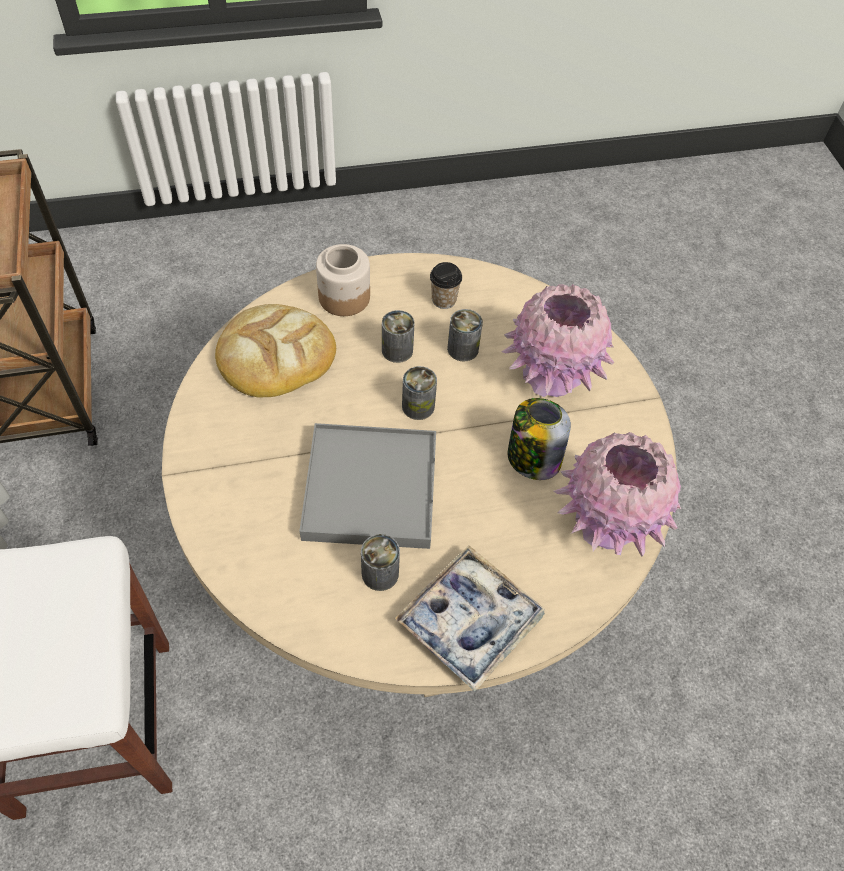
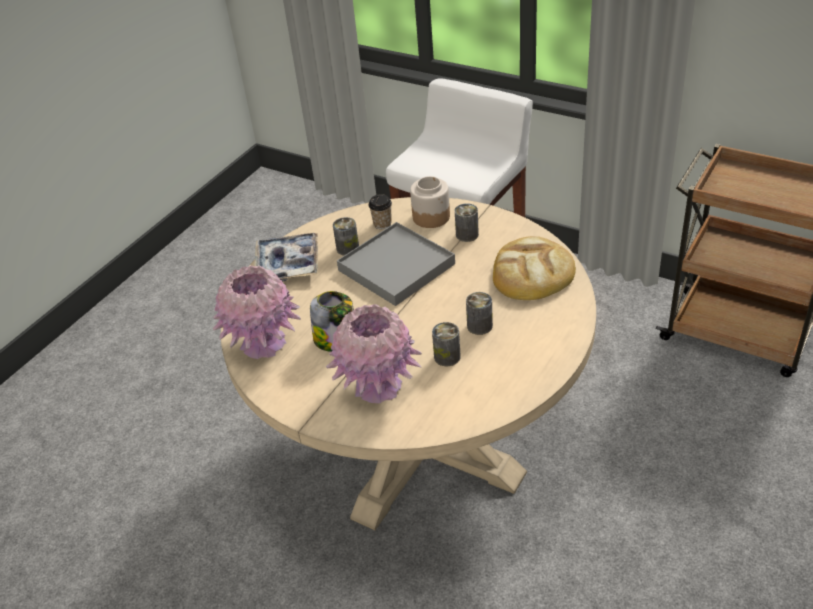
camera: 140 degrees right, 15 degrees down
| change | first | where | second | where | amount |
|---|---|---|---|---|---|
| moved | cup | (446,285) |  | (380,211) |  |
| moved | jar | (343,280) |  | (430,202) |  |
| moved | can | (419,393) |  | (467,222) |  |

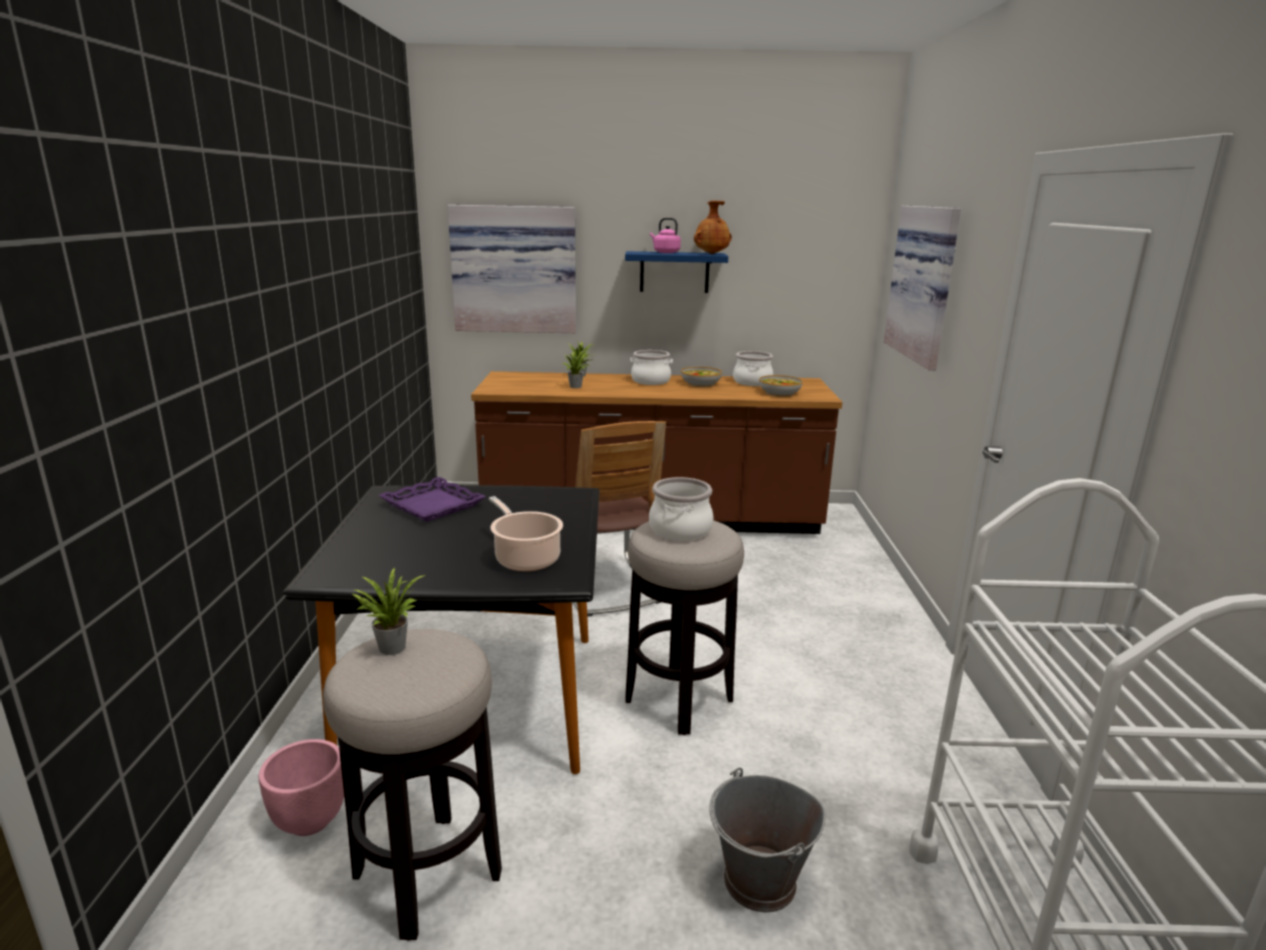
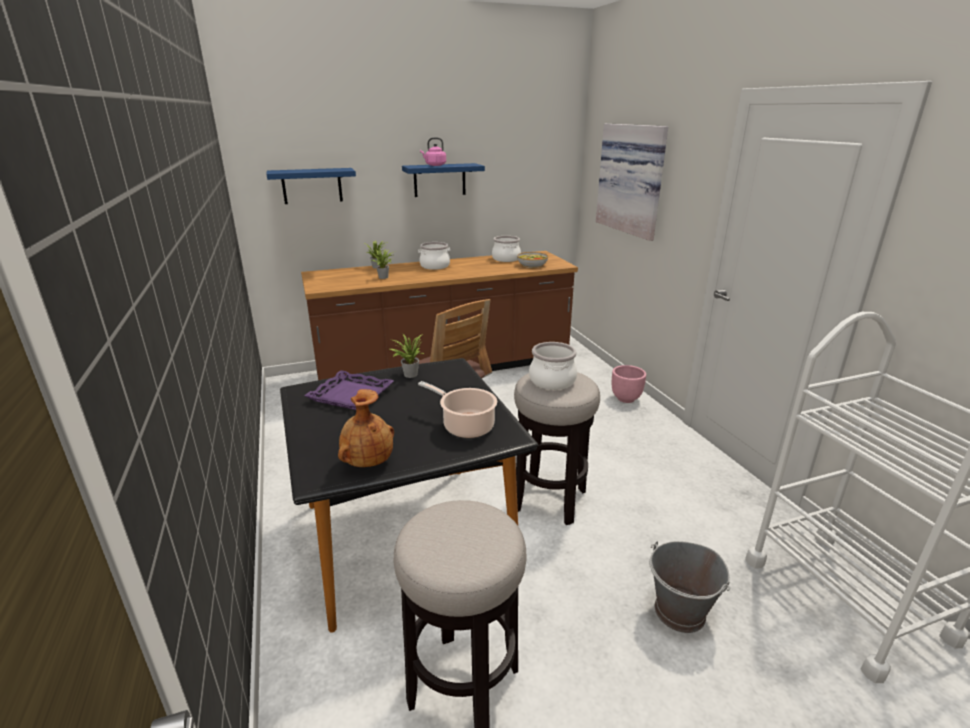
camera: 20 degrees left, 5 degrees up
| change | first | where | second | where | amount |
|---|---|---|---|---|---|
| replaced | picture | (512,269) | blue shelf | (311,186) |  |
| moved | brown vase | (713,227) |  | (366,428) |  |
| moved | potted plant | (388,611) |  | (407,356) |  |
| moved | pink planter | (301,787) |  | (629,384) |  |
| removed | bowl | (701,377) |  |  |  |

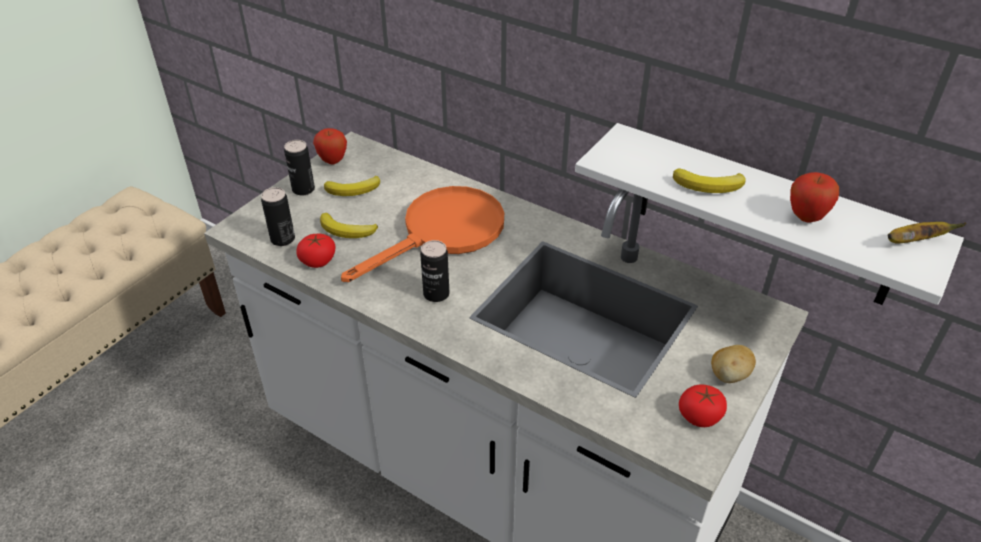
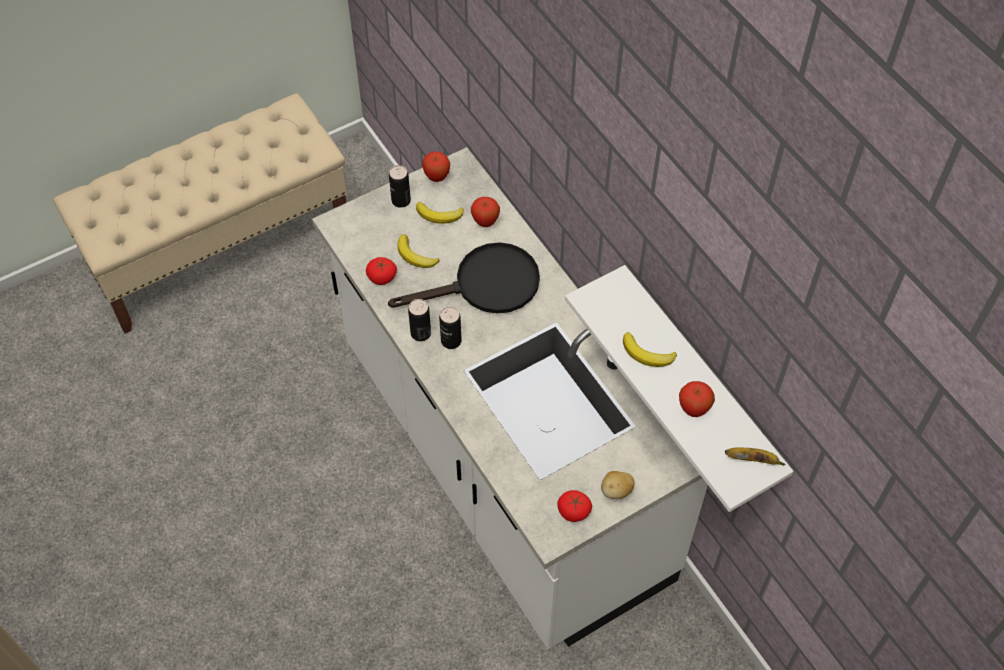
camera: 25 degrees right, 15 degrees up
| change | first | where | second | where | amount |
|---|---|---|---|---|---|
| recoloured | orange frying pan | (422,234) | black frying pan | (464,278) |  |
| moved | can | (278,216) |  | (419,320) |  |
| added |  |  | apple | (485,212) |  |

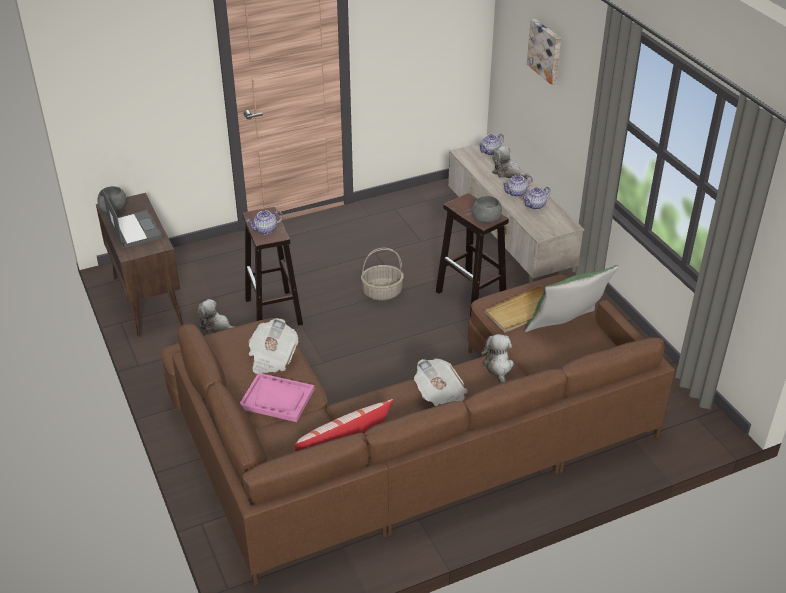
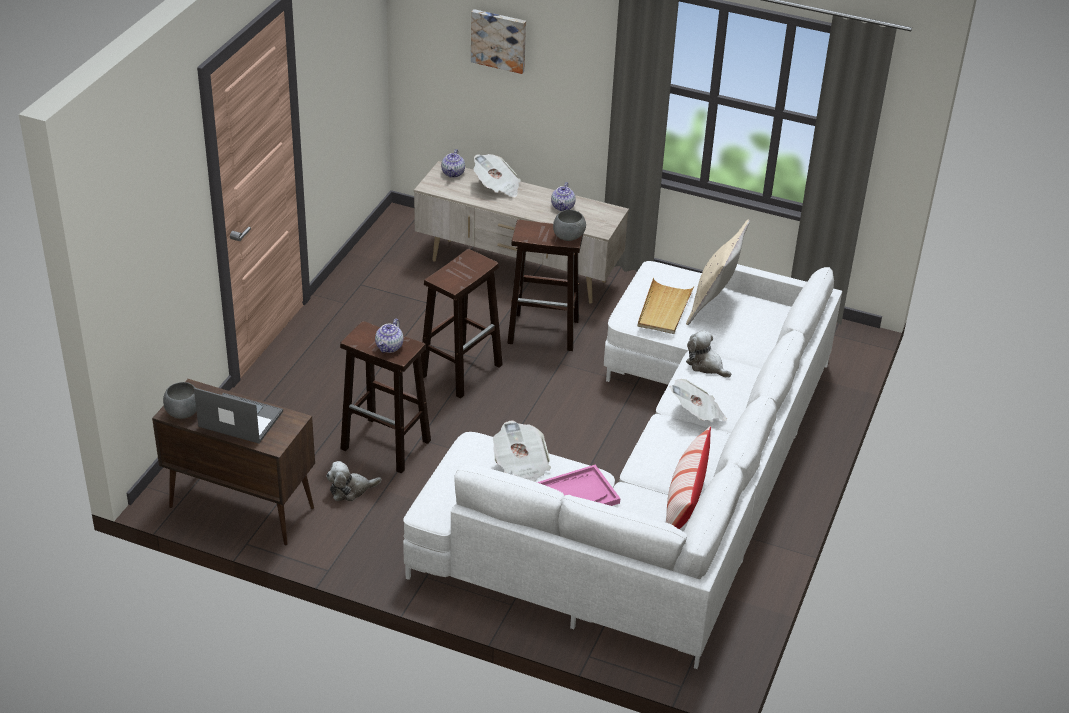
camera: 45 degrees left, 0 degrees up
| change | first | where | second | where | amount |
|---|---|---|---|---|---|
| recoloured | brown sofa | (418,430) | white sofa | (622,465) |  |
| replaced | basket | (382,274) | brown stool | (462,324) |  |
| replaced | plush toy | (510,162) | newspaper | (497,176) |  |
| recoloured | green pillow | (571,298) | beige pillow | (718,272) |  |
| removed | teapot | (517,186) |  |  |  |

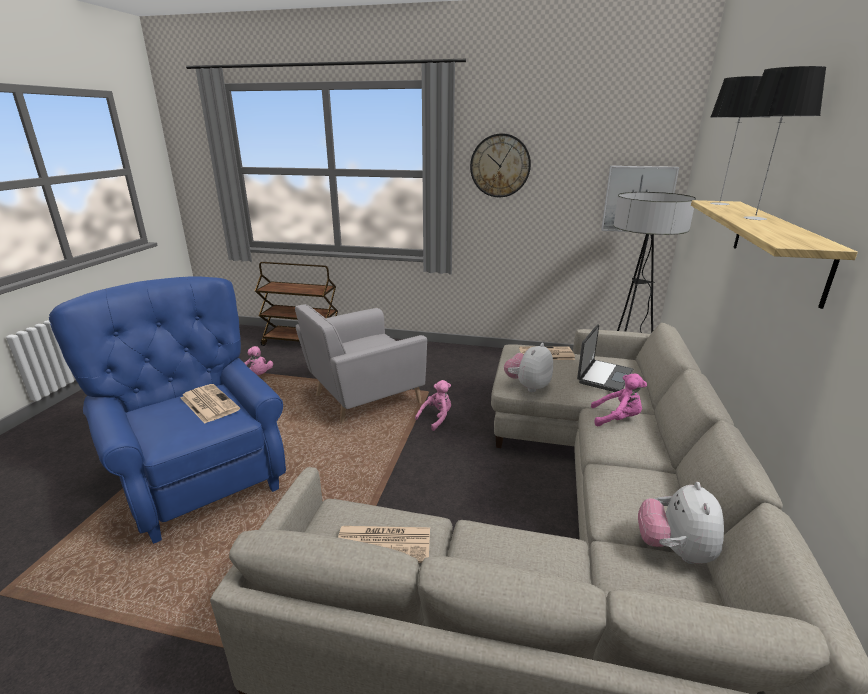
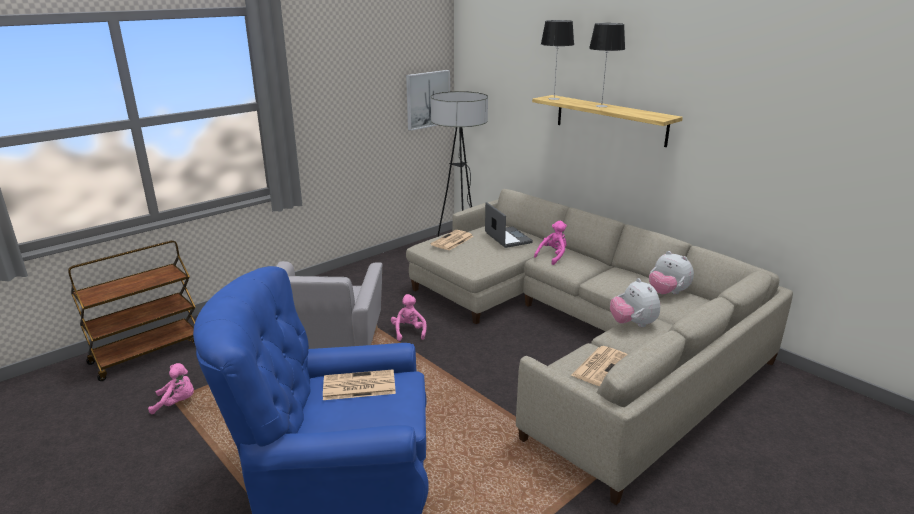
camera: 55 degrees left, 0 degrees up
| change | first | where | second | where | amount |
|---|---|---|---|---|---|
| moved | plush toy | (528,367) |  | (635,302) |  |
| removed | wall clock | (500,165) |  |  |  |

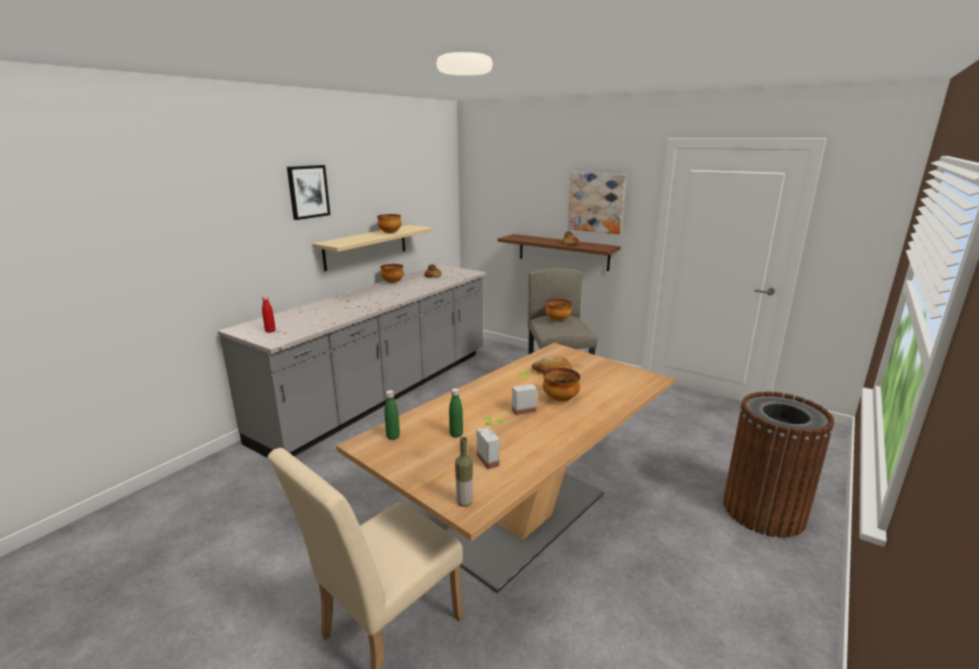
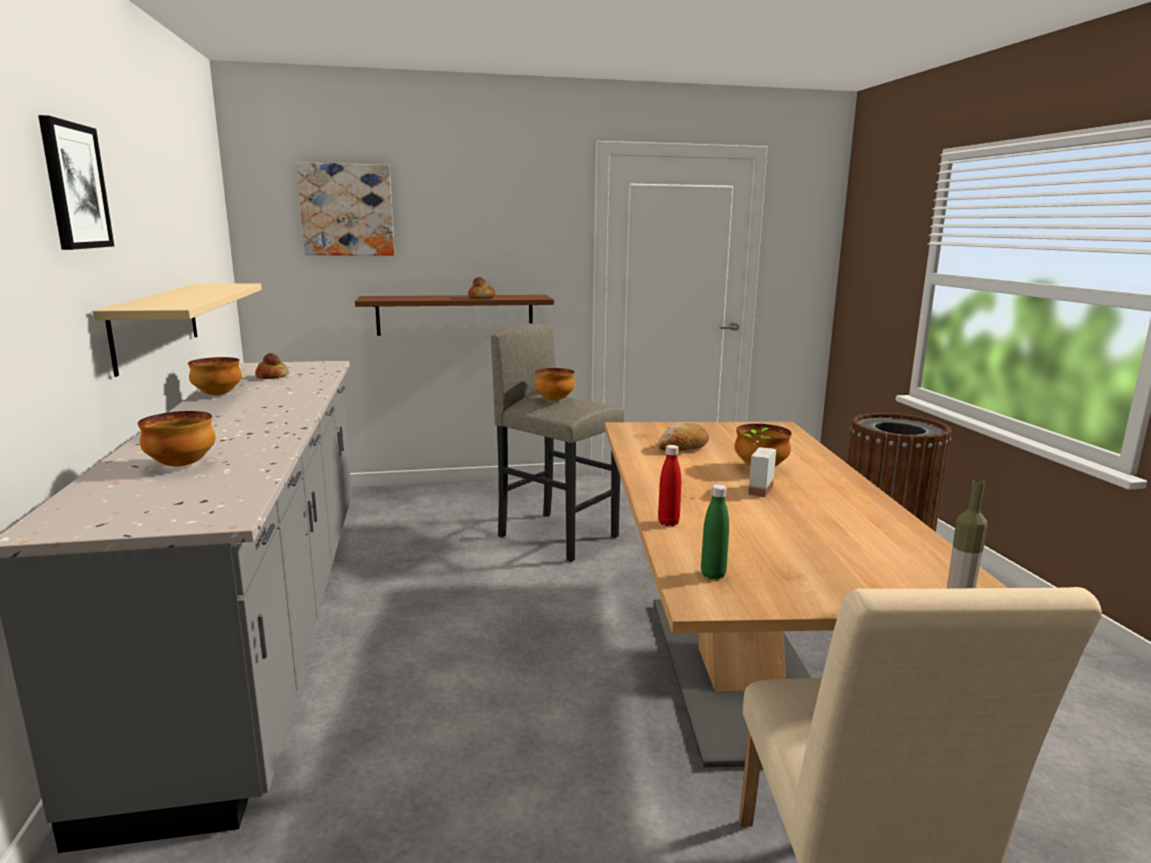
camera: 45 degrees left, 5 degrees down
| change | first | where | second | where | amount |
|---|---|---|---|---|---|
| moved | bowl | (389,223) |  | (177,438) |  |
| moved | picture | (597,203) |  | (346,209) |  |
| moved | red bottle | (268,314) |  | (669,485) |  |
| removed | green bottle | (456,413) |  |  |  |
| removed | potted plant | (490,443) |  |  |  |

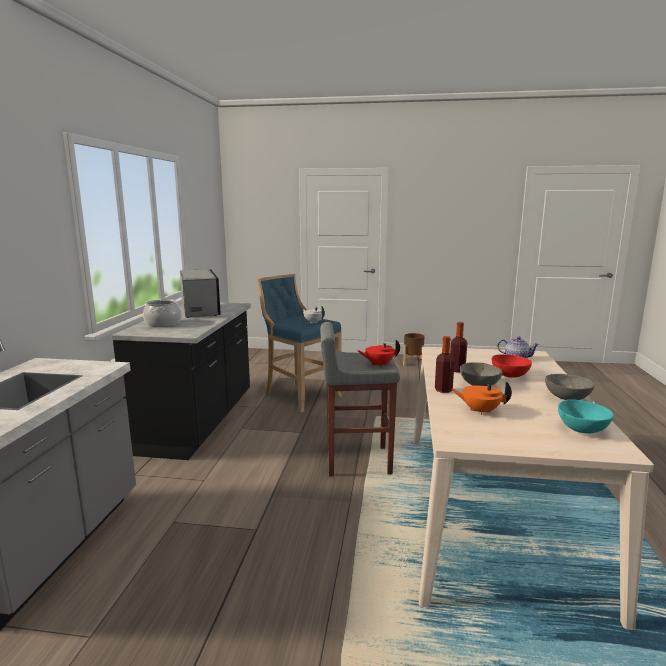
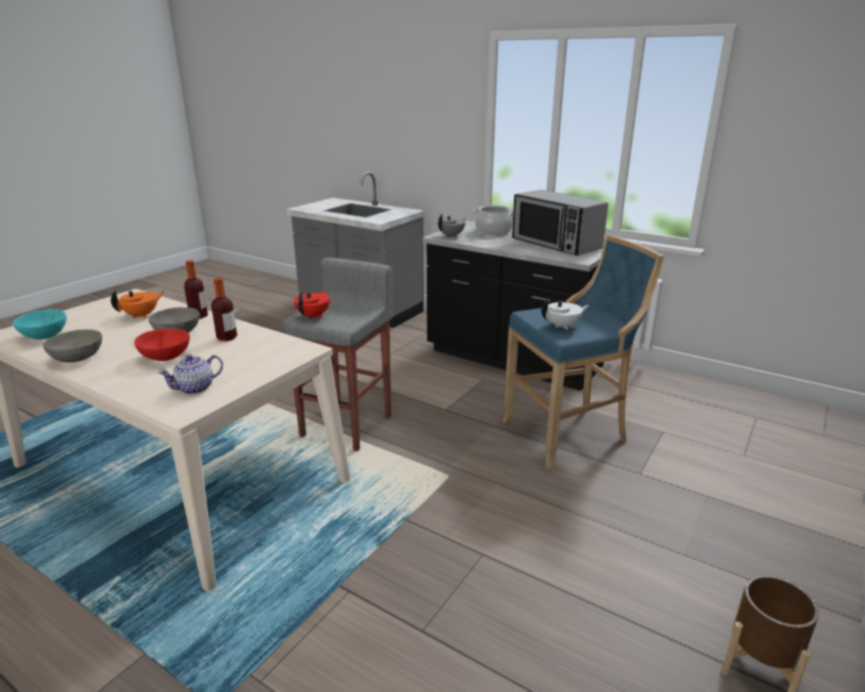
camera: 115 degrees right, 10 degrees up
| change | first | where | second | where | amount |
|---|---|---|---|---|---|
| added |  |  | grey teapot | (452,225) |  |
| turned | microwave | (200,293) |  | (560,223) | 45 degrees clockwise |

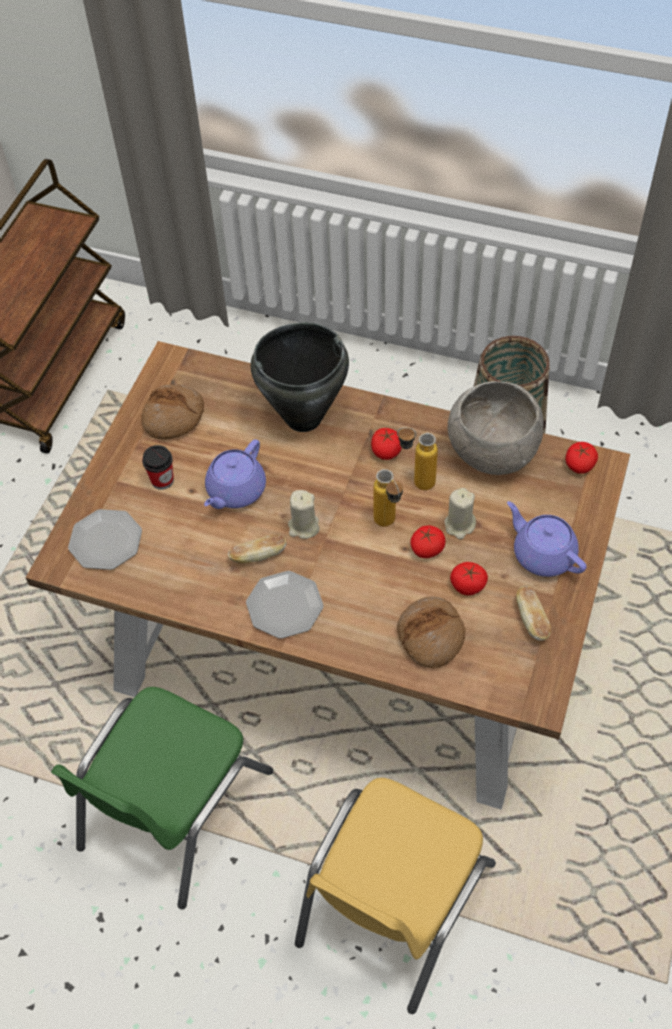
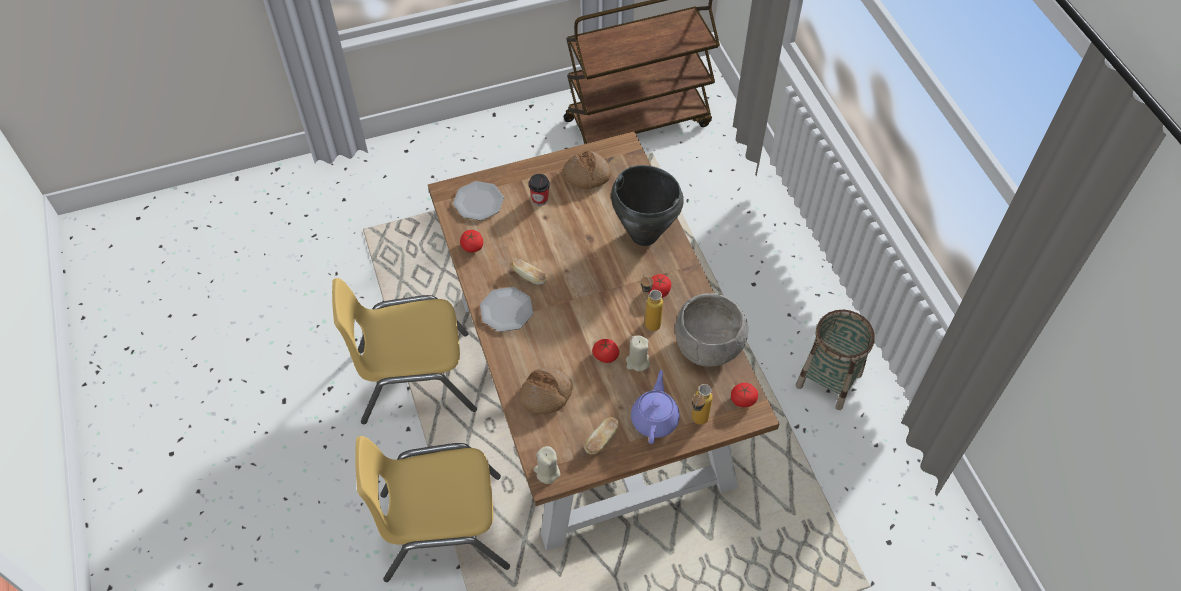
camera: 50 degrees right, 0 degrees up
| change | first | where | second | where | amount |
|---|---|---|---|---|---|
| recoloured | green chair | (162,798) | yellow chair | (404,351) |  |
| moved | tomato | (469,578) |  | (471,241) |  |
| moved | beige candle | (304,514) |  | (547,465) |  |
| moved | bottle | (388,498) |  | (702,404) |  |
| removed | purple teapot | (235,474) |  |  |  |

